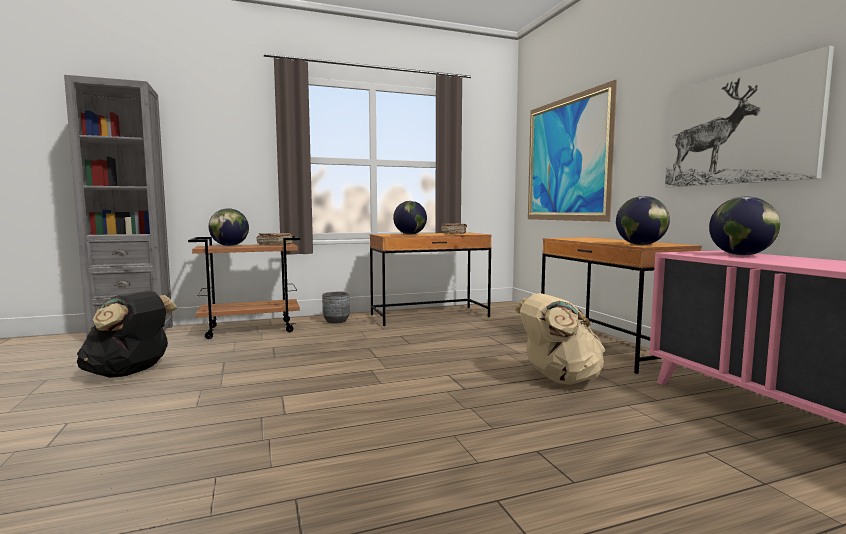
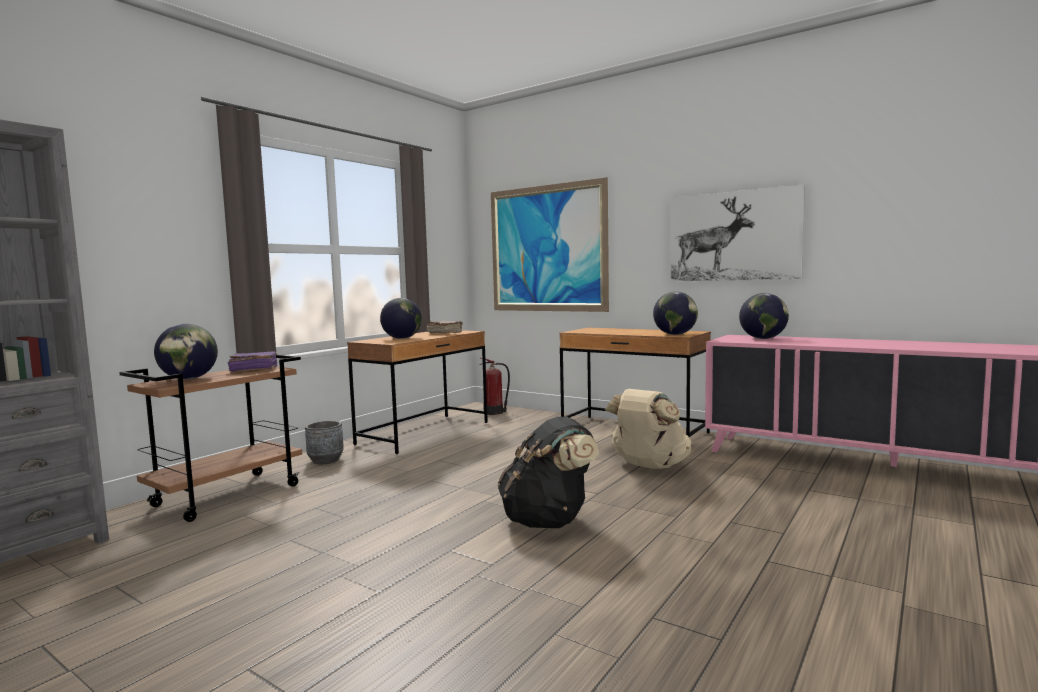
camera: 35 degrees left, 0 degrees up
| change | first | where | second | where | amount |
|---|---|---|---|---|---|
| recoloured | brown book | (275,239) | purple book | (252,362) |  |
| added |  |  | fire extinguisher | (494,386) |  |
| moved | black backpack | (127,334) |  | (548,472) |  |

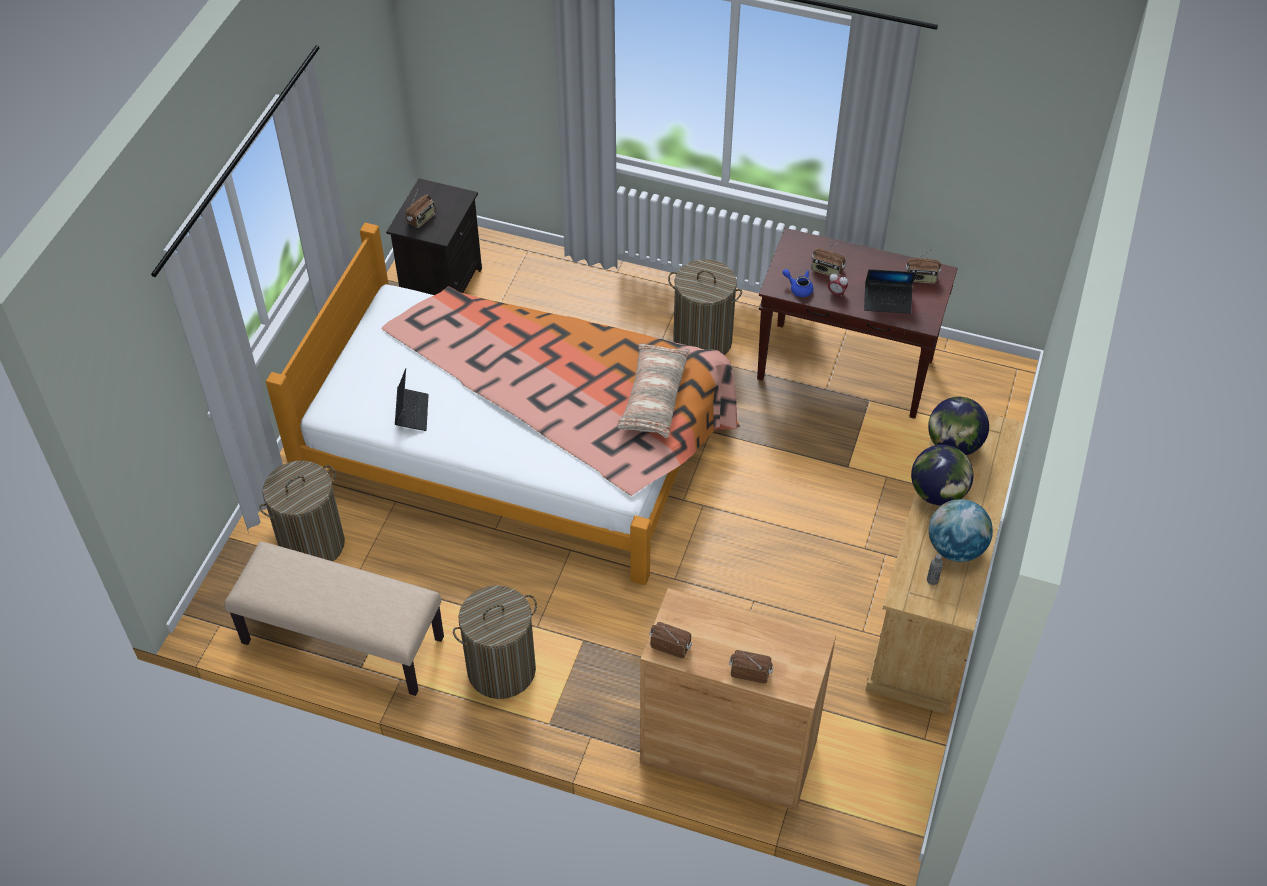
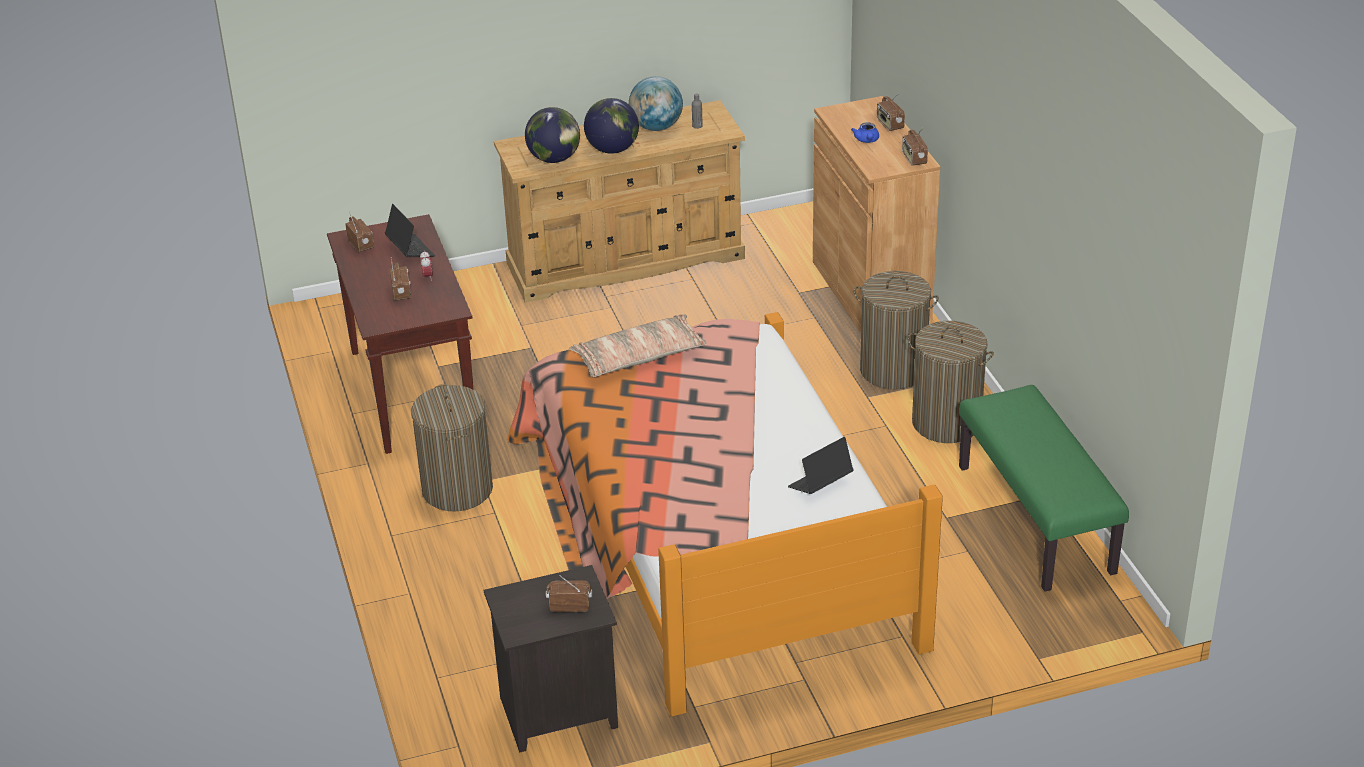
camera: 125 degrees left, 15 degrees down
| change | first | where | second | where | amount |
|---|---|---|---|---|---|
| moved | blue teapot | (797,283) |  | (865,132) |  |
| moved | laundry basket | (302,511) |  | (896,330) |  |
| recoloured | beige bench | (334,619) | green bench | (1044,488) |  |

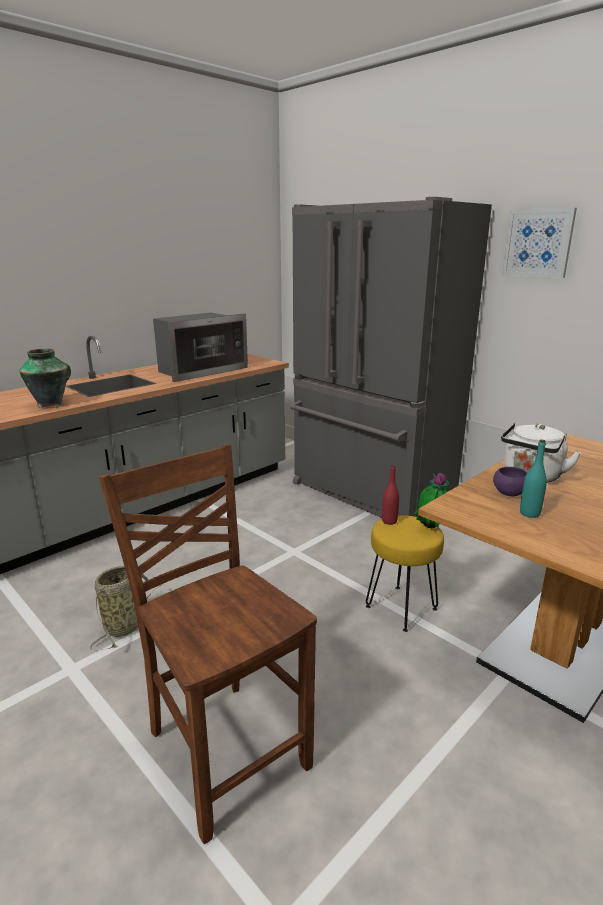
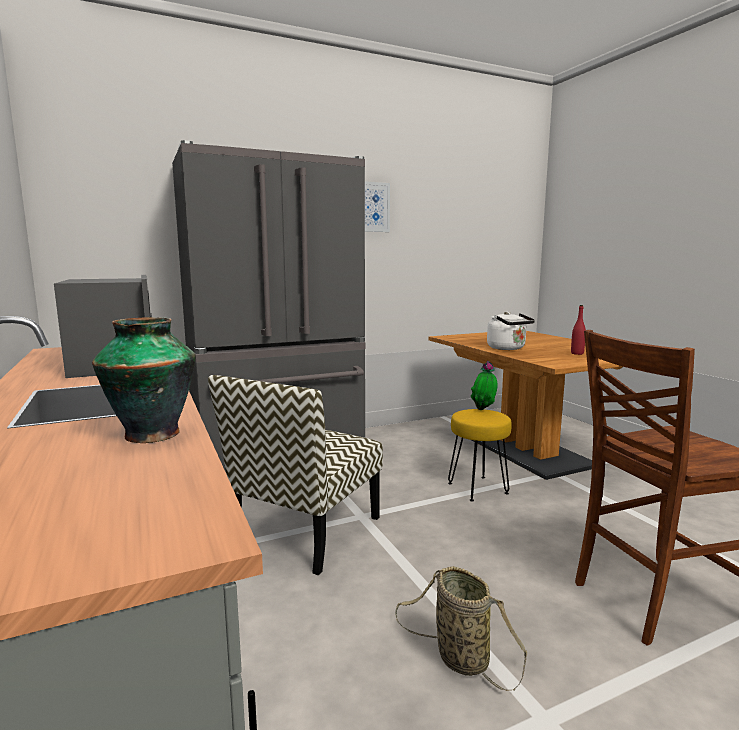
camera: 70 degrees left, 10 degrees down
| change | first | where | second | where | amount |
|---|---|---|---|---|---|
| added |  |  | chair | (295,475) |  |
| moved | red bottle | (390,495) |  | (578,330) |  |
| removed | purple bowl | (510,481) |  |  |  |
| removed | turquoise bottle | (533,478) |  |  |  |

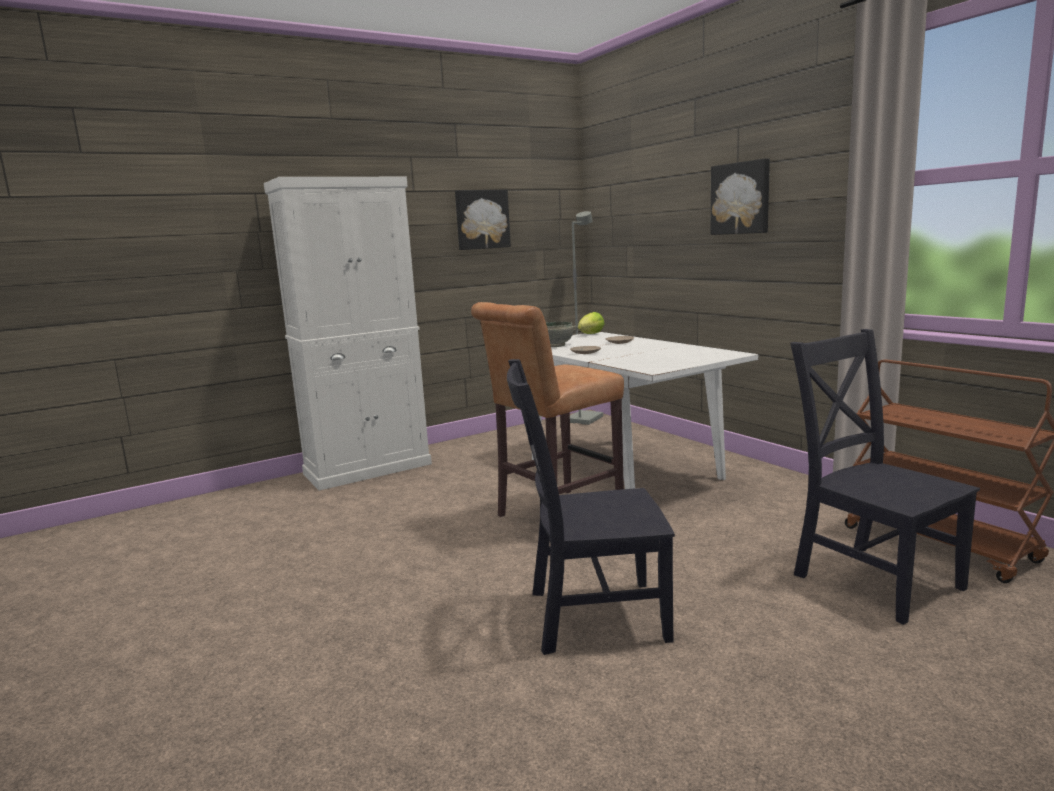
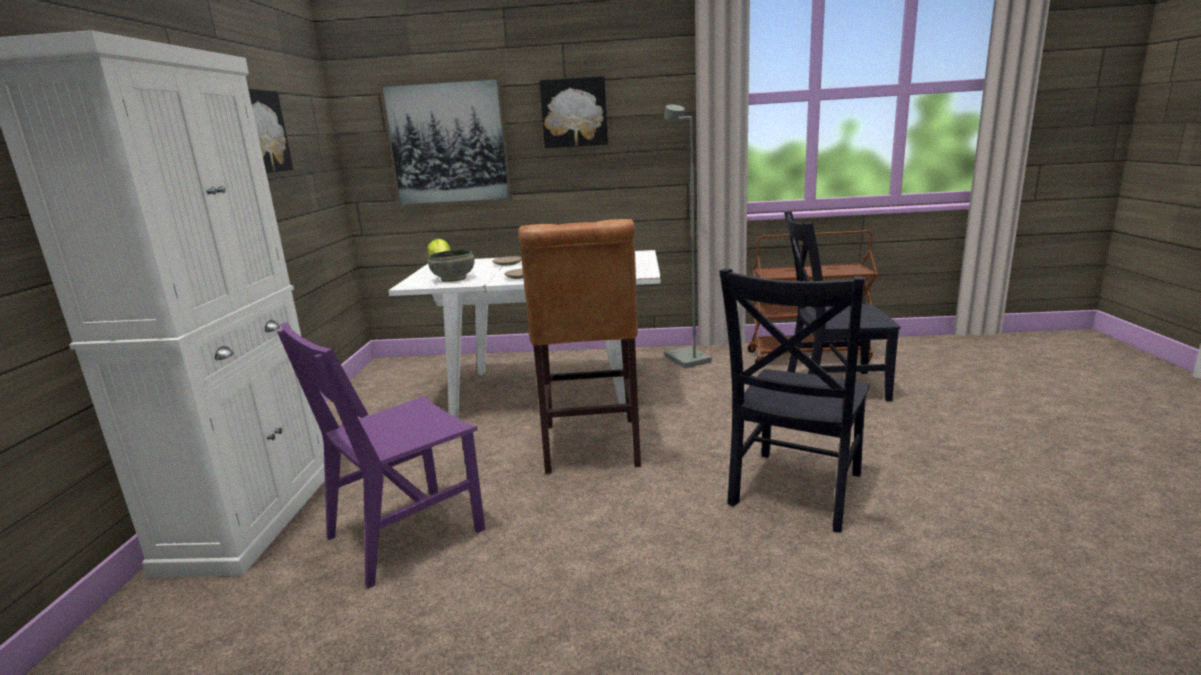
camera: 55 degrees left, 5 degrees up
| change | first | where | second | where | amount |
|---|---|---|---|---|---|
| added |  |  | purple chair | (381,455) |  |
| added |  |  | picture | (446,142) |  |
| moved | grey floor lamp | (586,318) |  | (688,236) |  |

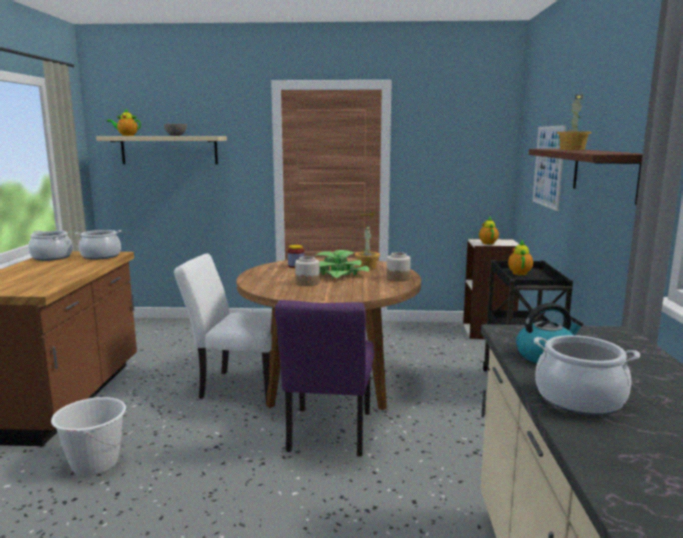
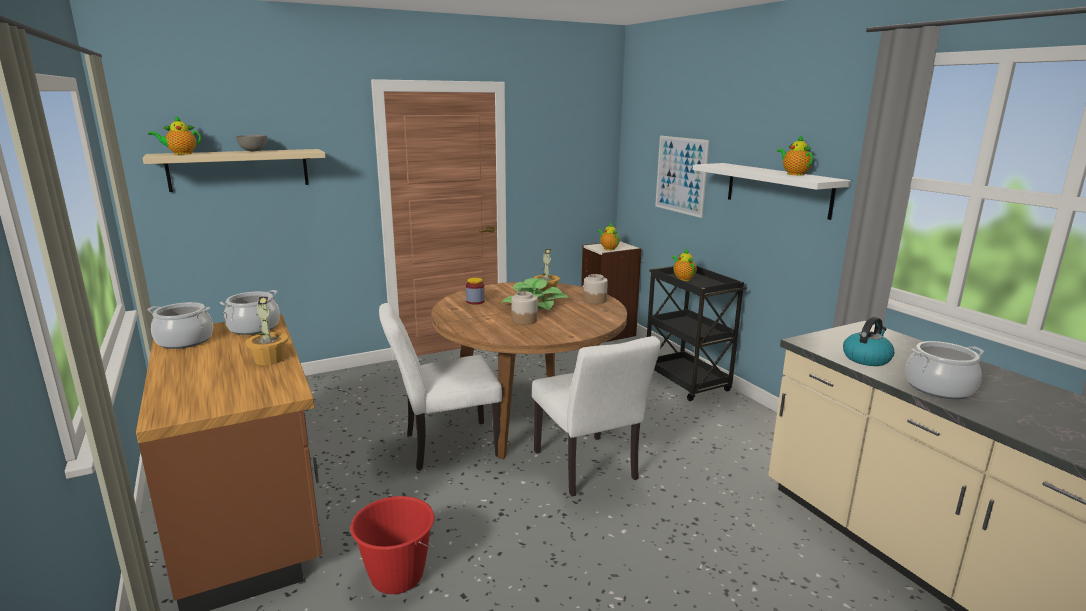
camera: 30 degrees left, 5 degrees up
| change | first | where | second | where | amount |
|---|---|---|---|---|---|
| moved | potted plant | (574,122) |  | (266,331) |  |
| recoloured | white bucket | (88,436) | red bucket | (392,545) |  |
| recoloured | purple chair | (324,378) | white chair | (596,416) |  |
| recoloured | brown shelf | (586,177) | white shelf | (771,191) |  |
| added |  |  | teapot | (795,155) |  |

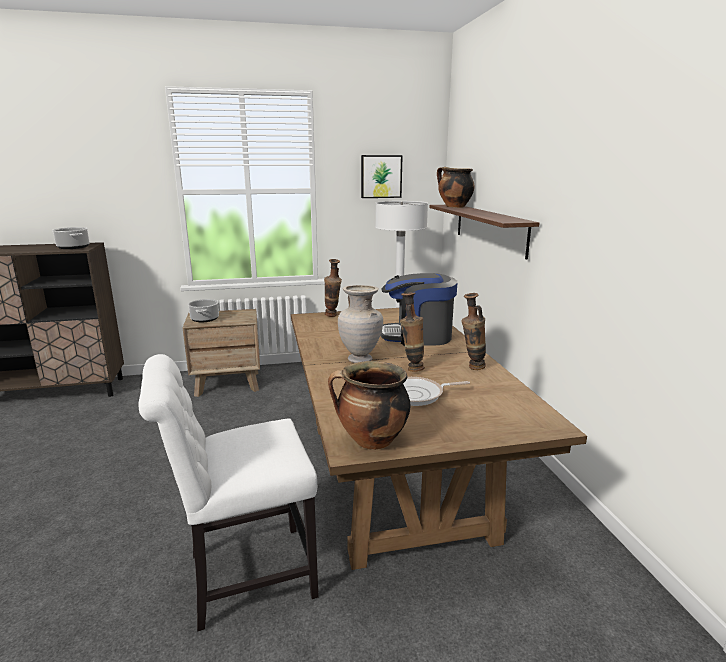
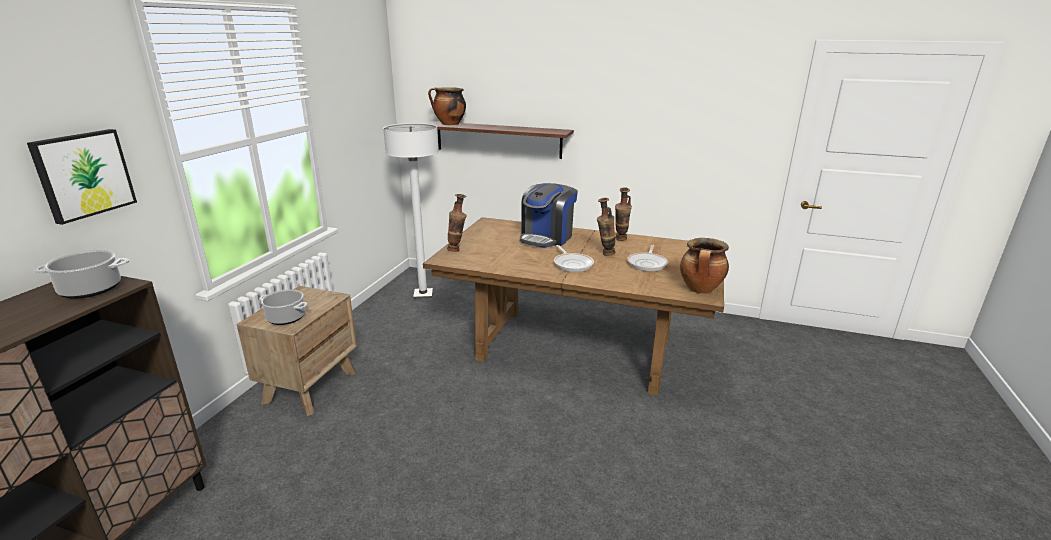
camera: 60 degrees left, 5 degrees up
| change | first | where | second | where | amount |
|---|---|---|---|---|---|
| moved | picture | (382,176) |  | (82,177) |  |
| replaced | beige vase | (360,324) | frying pan | (574,258) |  |
| removed | white chair | (229,492) |  |  |  |

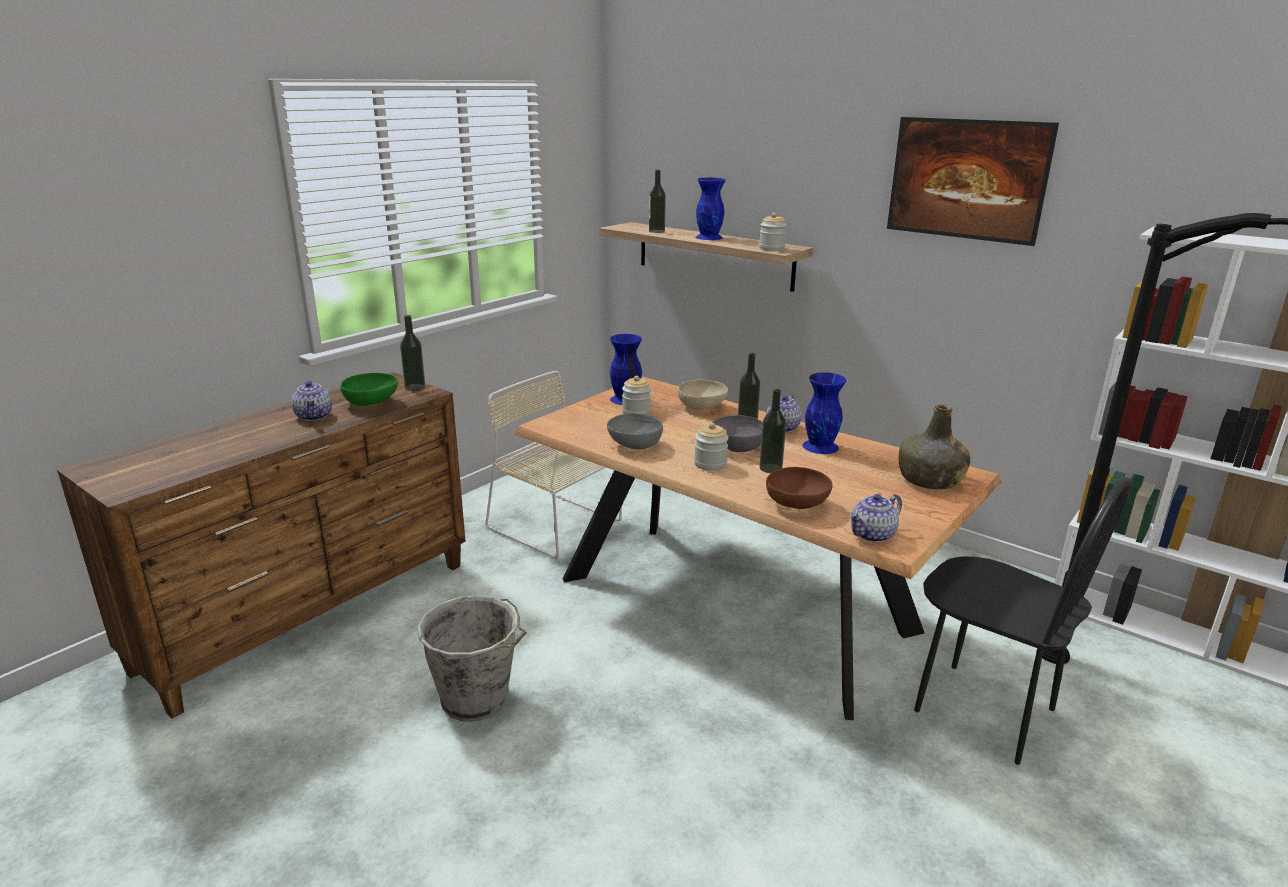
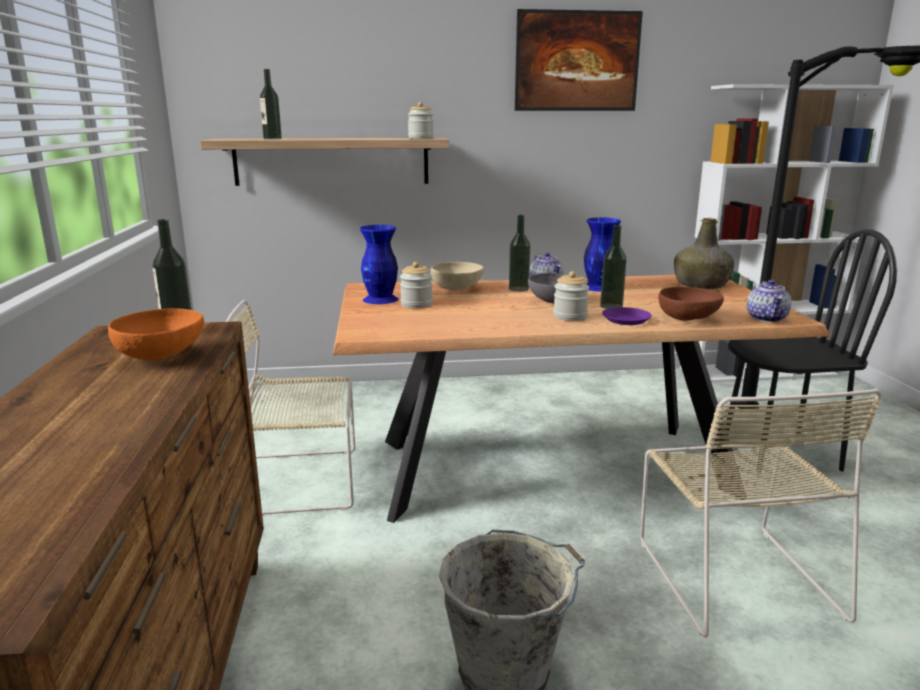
camera: 45 degrees left, 5 degrees down
| change | first | where | second | where | amount |
|---|---|---|---|---|---|
| recoloured | green bowl | (369,389) | orange bowl | (156,334) |  |
| added |  |  | purple plate | (627,316) |  |
| added |  |  | beige chair | (761,513) |  |
| removed | teapot | (311,400) |  |  |  |
| removed | grey bowl | (635,431) |  |  |  |
| removed | blue vase | (710,209) |  |  |  |

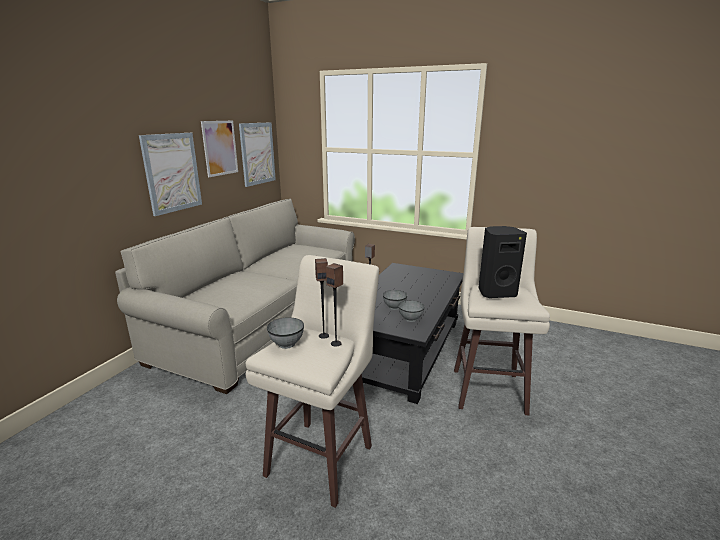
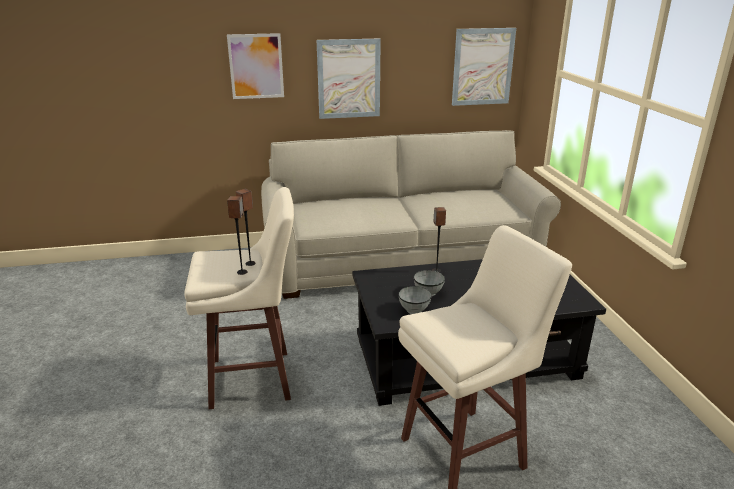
camera: 55 degrees right, 5 degrees up
| change | first | where | second | where | amount |
|---|---|---|---|---|---|
| moved | picture | (219,149) |  | (255,66) |  |
| removed | grey bowl | (285,333) |  |  |  |
| removed | black speaker | (502,262) |  |  |  |

